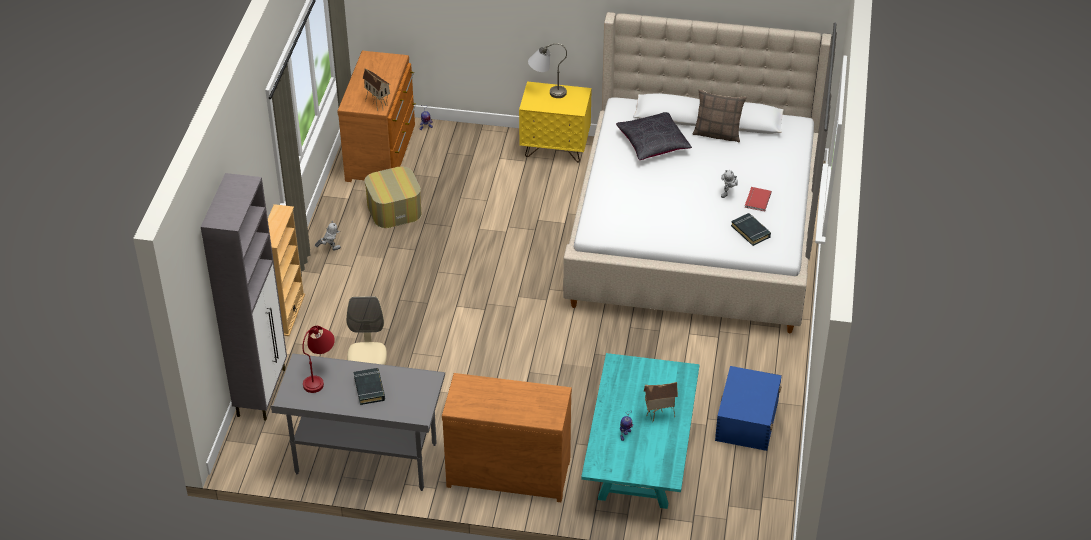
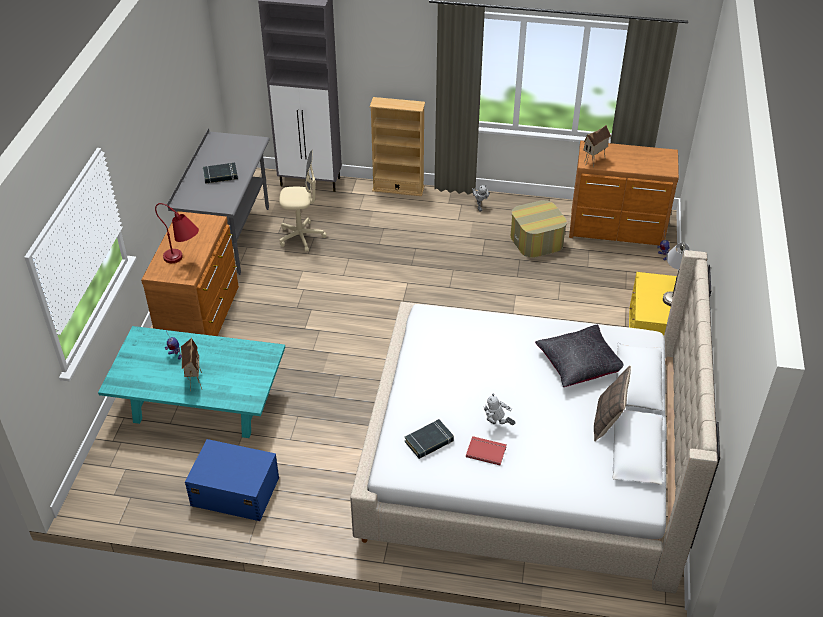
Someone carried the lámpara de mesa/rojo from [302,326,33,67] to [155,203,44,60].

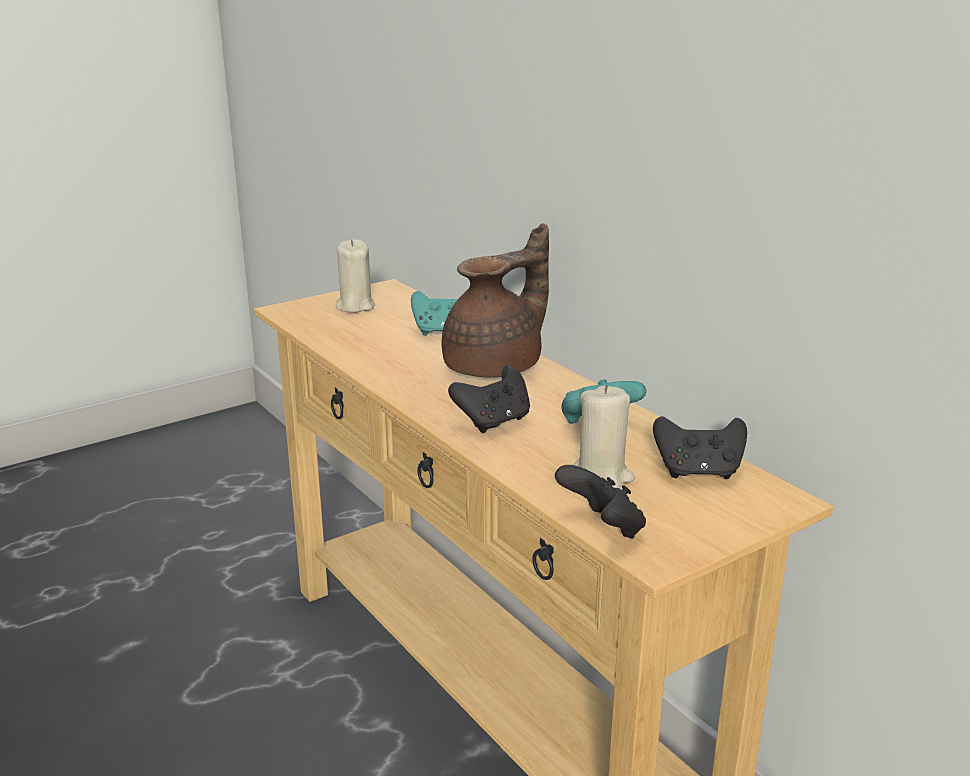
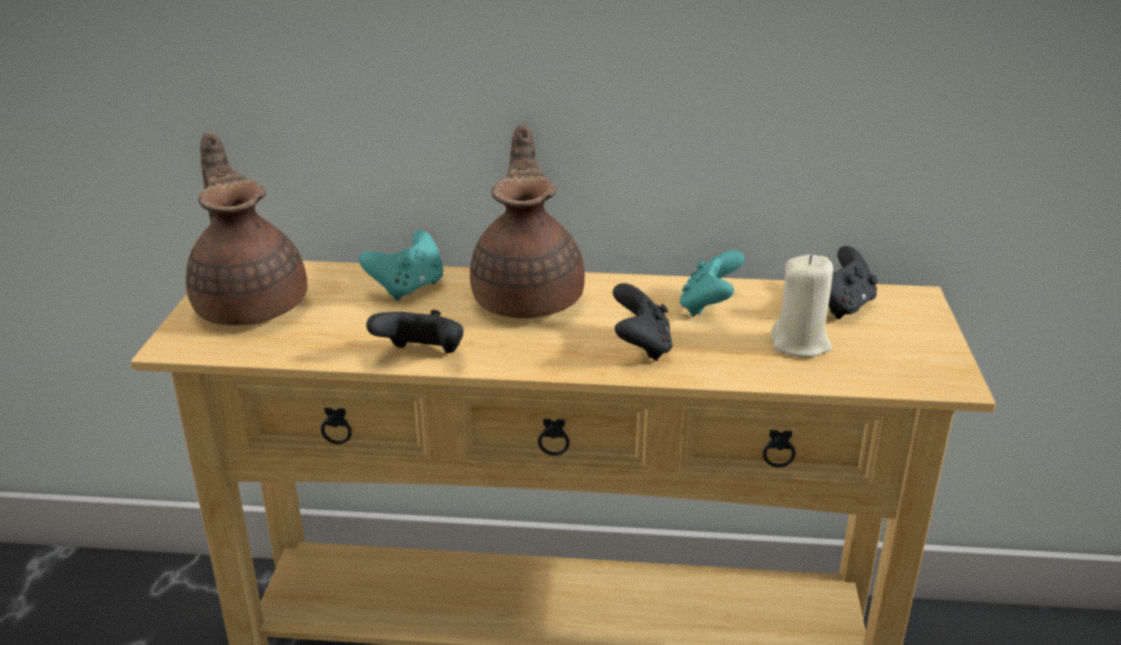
Someone carried the mando de consola/negro from [555,465,91,74] to [366,310,98,43].
Someone swapped the vela/beis at [336,239,39,74] for the tetera/marrón at [186,133,121,193].

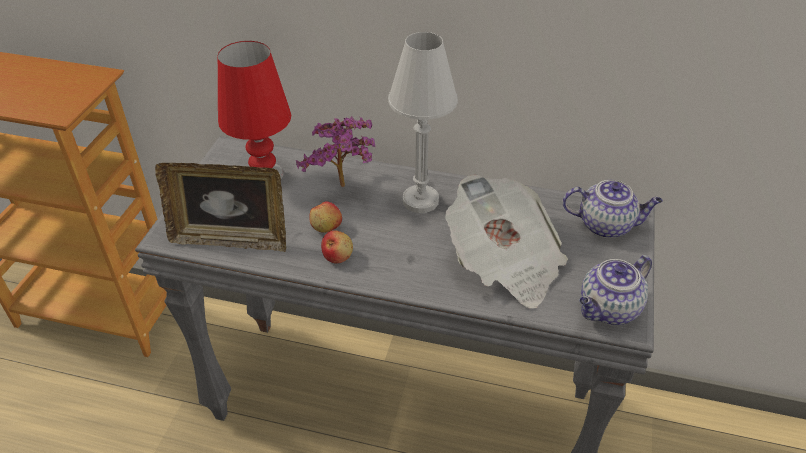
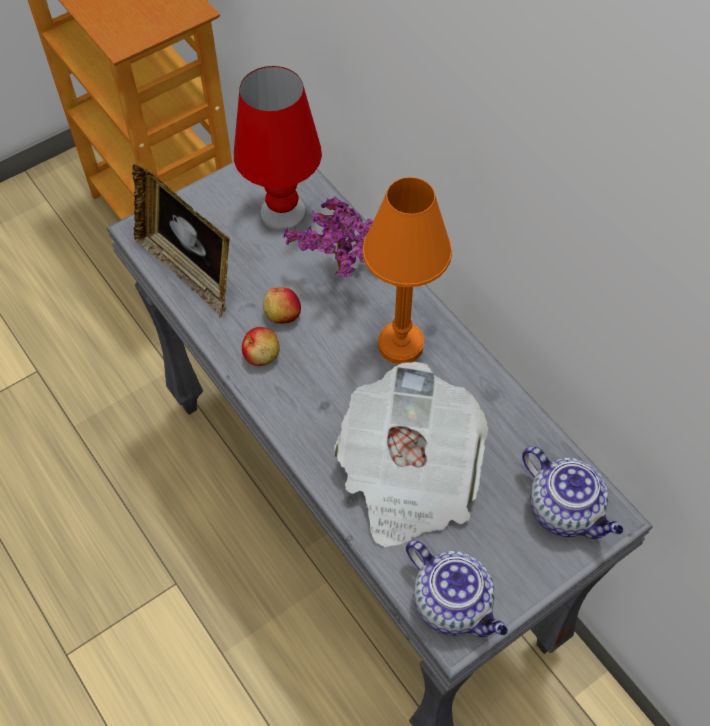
Someone repainted the lámpara de mesa/blanco at [388,32,70,181], which became the lámpara de mesa/naranja at [362,177,90,187].
Someone rotated the tetera at [580,255,72,70] by 135 degrees counterclockwise.

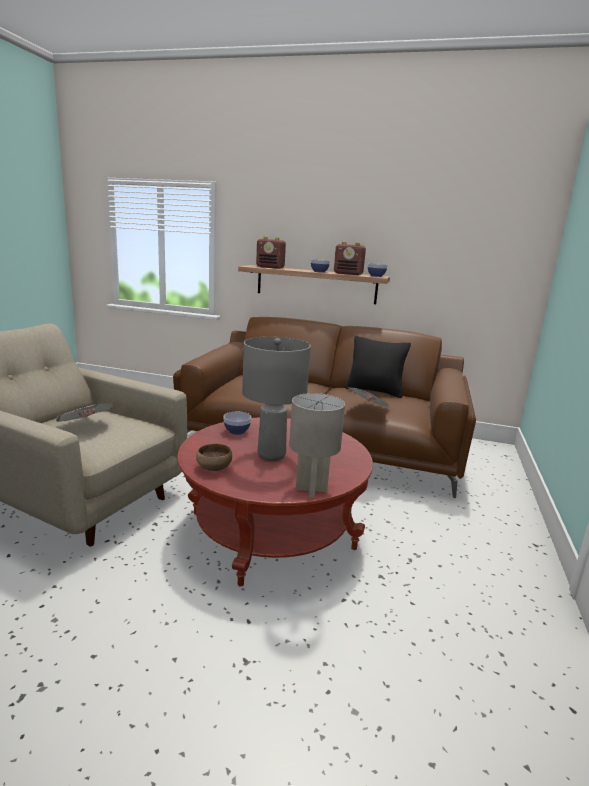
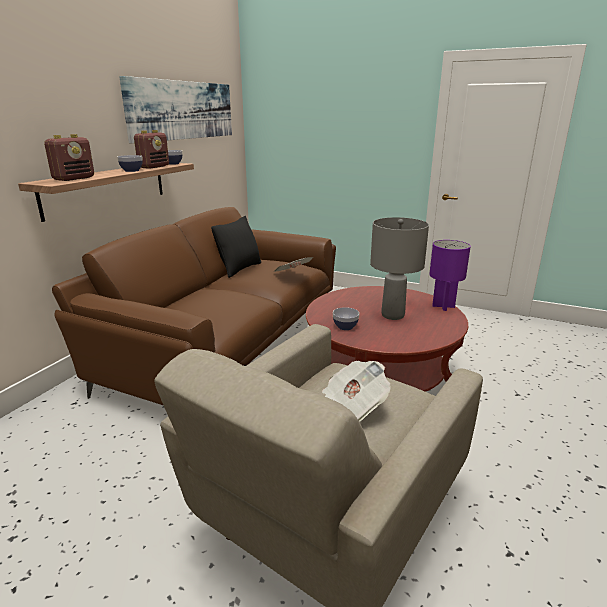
Someone took away the cuenco/marrón at [196,443,36,28].
Someone put up the cuadro at [119,76,113,67].
Someone repainted the lámpara de mesa/gris at [289,393,56,105], which became the lámpara de mesa/morado at [429,240,42,71].

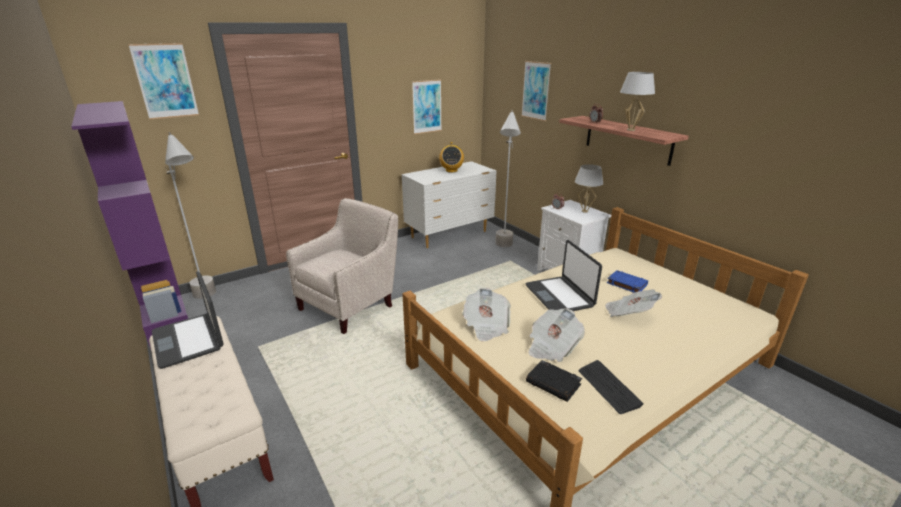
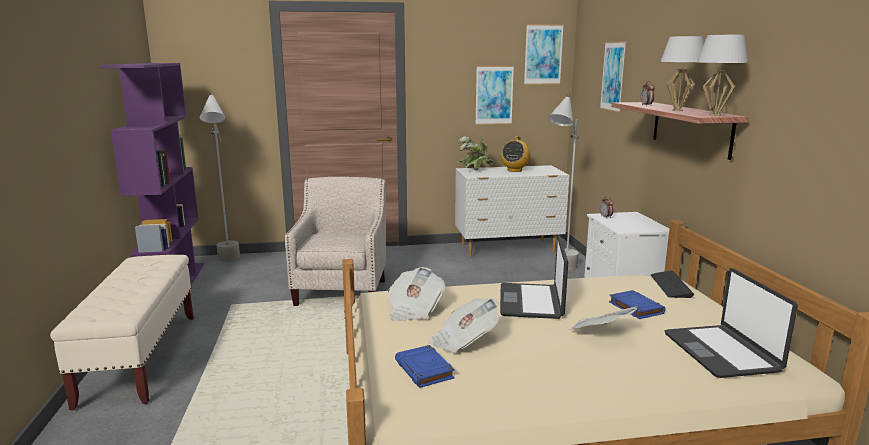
Someone put down the planta en maceta at [458,136,35,35].
Someone carried the cuadro from [128,43,71,76] to [524,24,40,61].
Someone carried the portátil from [152,272,72,97] to [665,268,133,110].
Someone carried the lámpara de mesa/blanco from [575,164,28,49] to [697,35,51,81].
Someone carried the teclado from [579,360,65,54] to [651,270,43,28].
Someone repainted the libro/negro at [526,360,56,42], which became the libro/azul at [395,345,60,43].
Someone rotated the sillón/beis at [286,198,112,136] by 60 degrees counterclockwise.

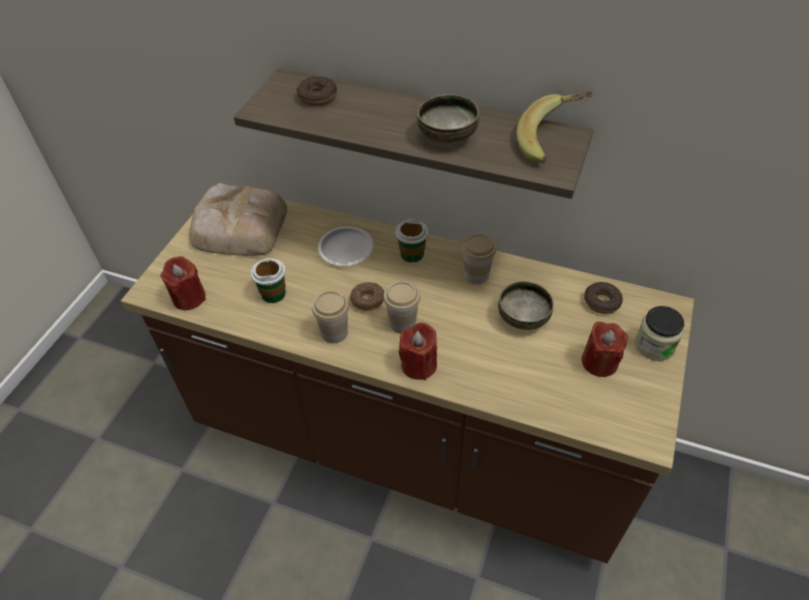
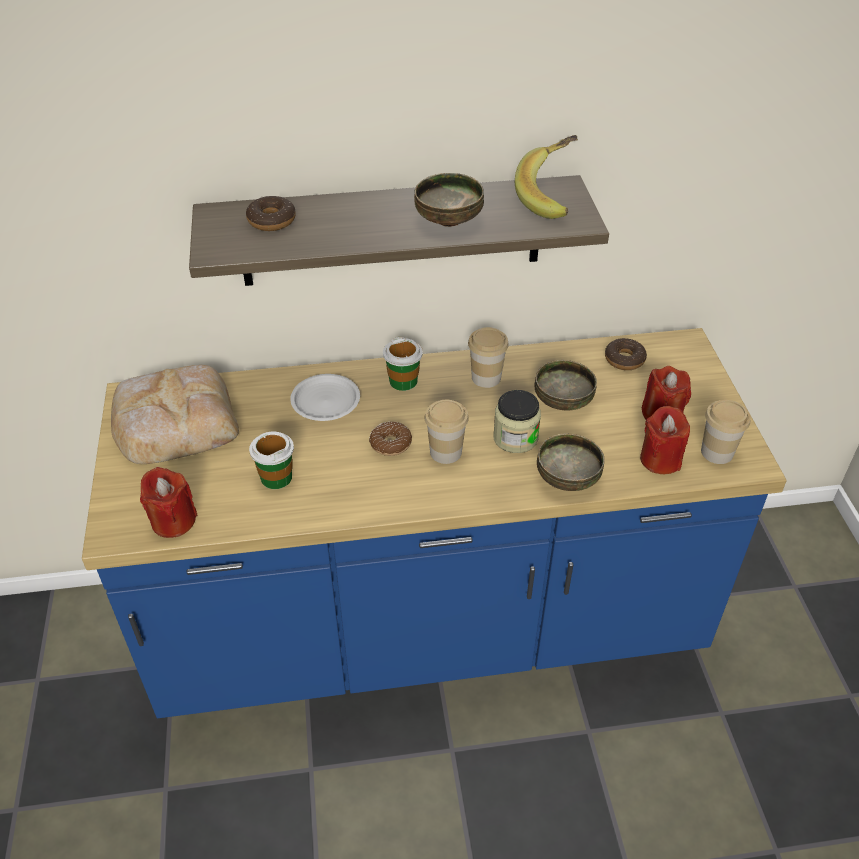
Someone put down the cuenco at [537,434,67,57].
Someone carried the taza from [312,291,37,52] to [701,400,50,64].
Someone carried the vela/rojo from [399,322,38,58] to [640,406,50,68].
Someone carried the tarro from [635,306,49,55] to [493,390,48,63].
Someone repainted the mueble bajo de cocina/marrón at [121,183,573,381], which became the mueble bajo de cocina/azul at [82,328,705,390].

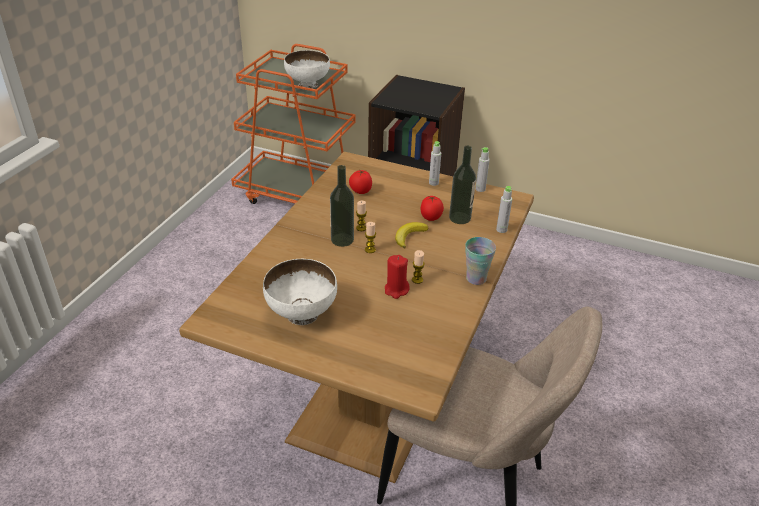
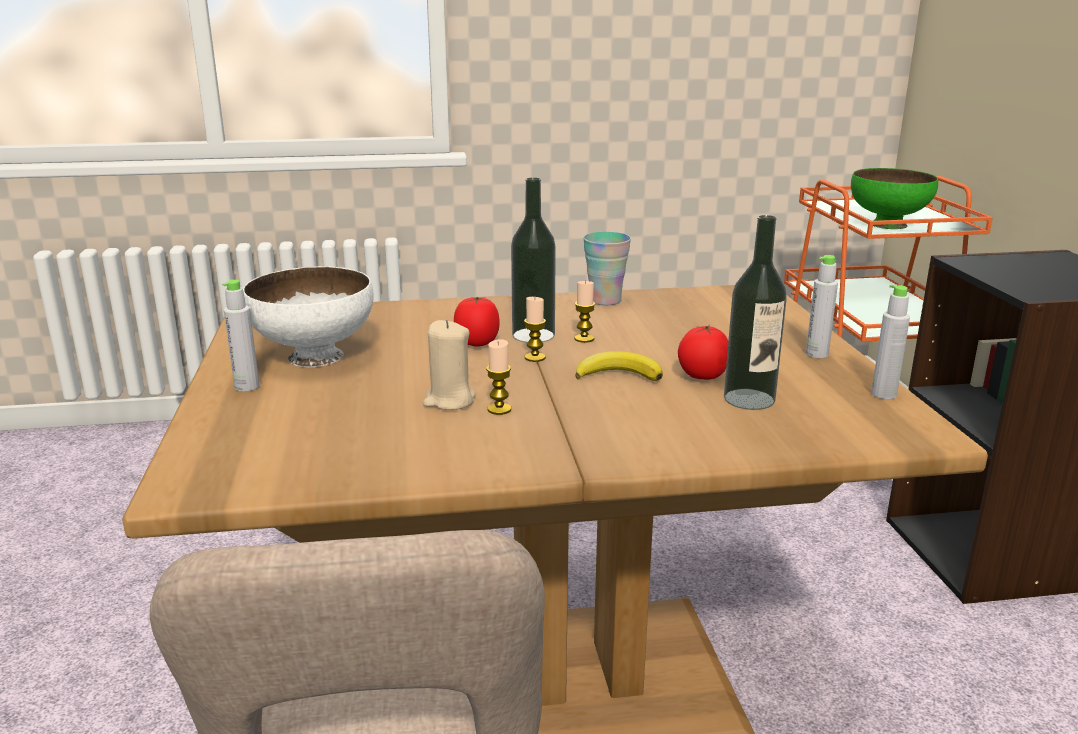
Someone carried the tomate from [349,169,23,25] to [454,297,46,50].
Someone carried the taza from [465,237,31,48] to [583,232,48,73].
Someone carried the botella/gris from [496,186,16,47] to [222,280,37,112].
Someone repainted the cuenco/blanco at [284,50,46,39], which became the cuenco/verde at [851,168,87,61].
Someone repainted the vela/rojo at [385,255,25,44], which became the vela/beis at [423,320,53,90].

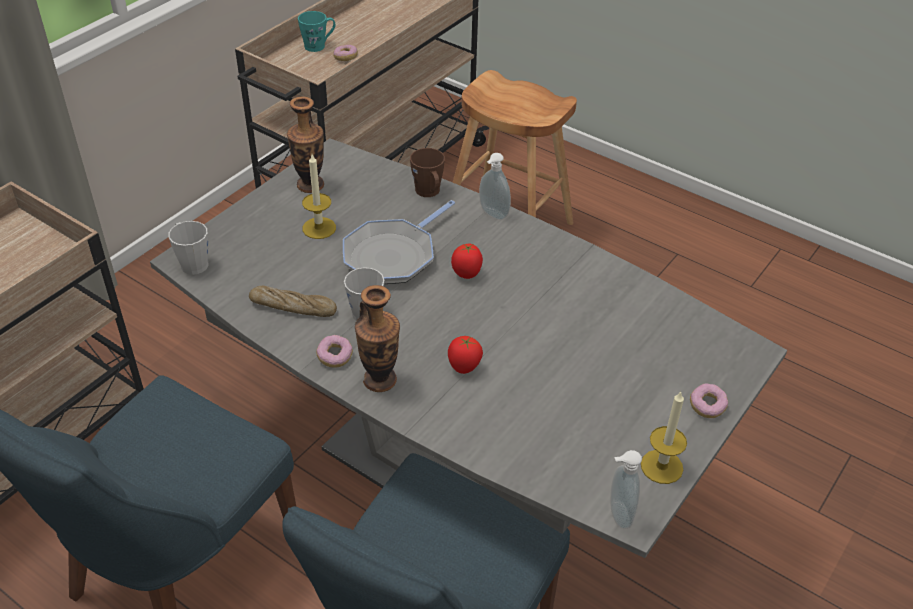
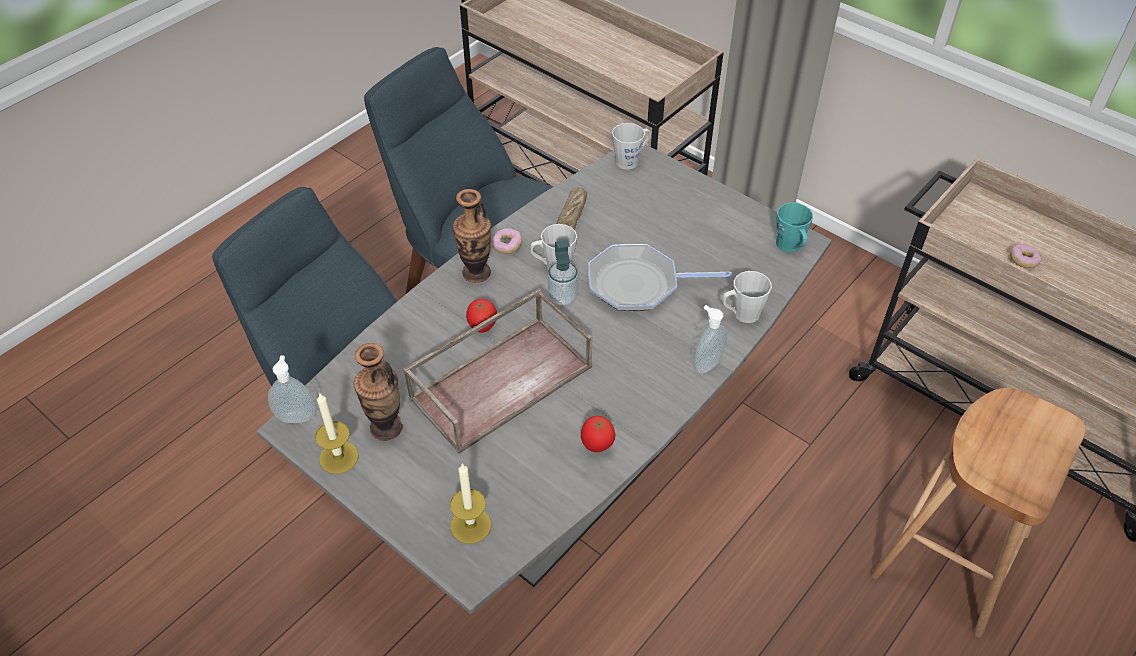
Someone took away the rosquilla at [690,384,38,34].
Someone put down the bandeja/marrón at [403,289,189,165].
Someone put down the dispensador de jabón at [548,240,30,66].
Someone carried the florero from [287,96,37,97] to [354,343,49,98].
Someone carried the taza grande/turquesa from [298,11,37,41] to [776,203,37,49].
Someone carried the vela from [302,154,34,85] to [450,463,41,81].
Someone carried the tomate from [451,244,32,35] to [581,416,34,36].
Someone repainted the taza grande/marrón at [410,148,35,49], which became the taza grande/gris at [722,271,50,52].
Someone rotated the sartén at [343,200,112,84] by 45 degrees counterclockwise.

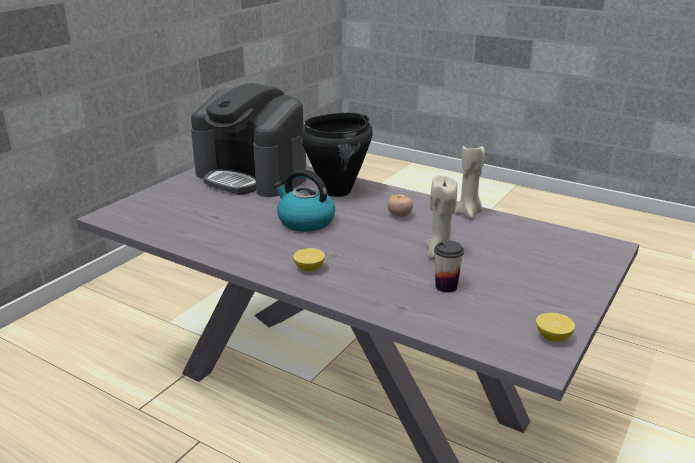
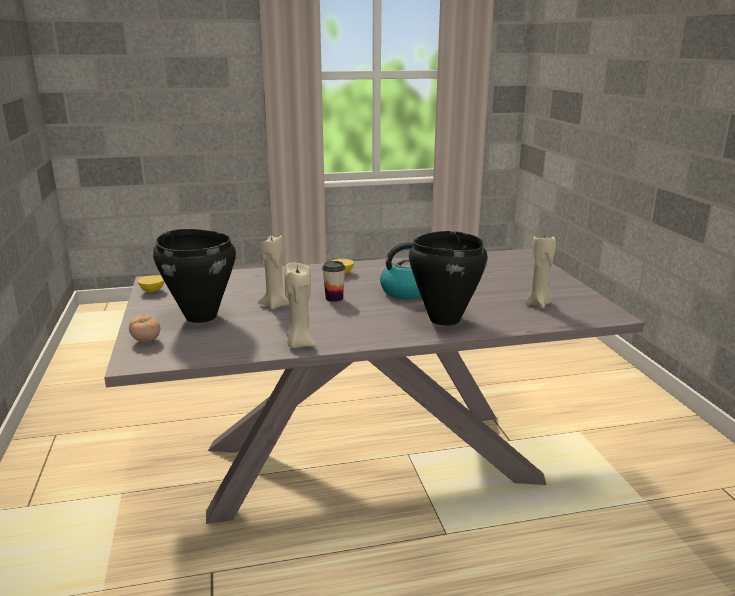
Someone put down the olla/negro at [153,229,83,94].
Someone carried the tomate from [387,194,26,23] to [129,315,31,27].
Someone carried the taza from [434,240,30,52] to [322,261,23,41].
Someone swapped the cafetera at [191,83,115,114] for the vela/beis at [525,236,31,73].

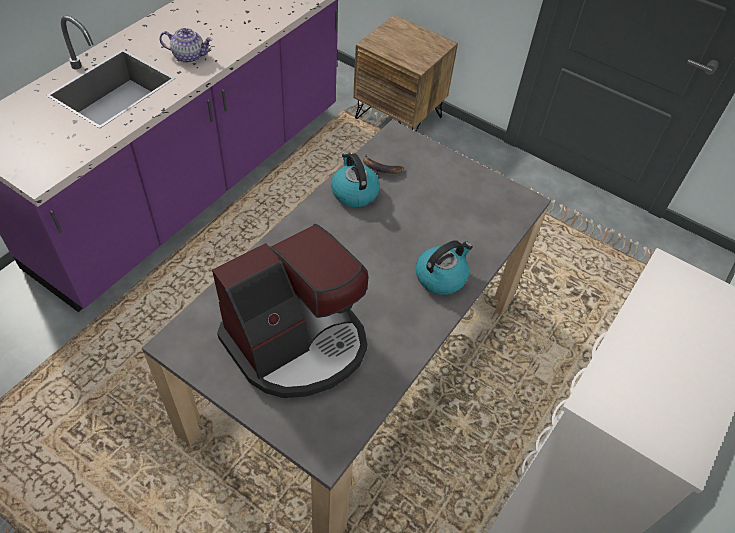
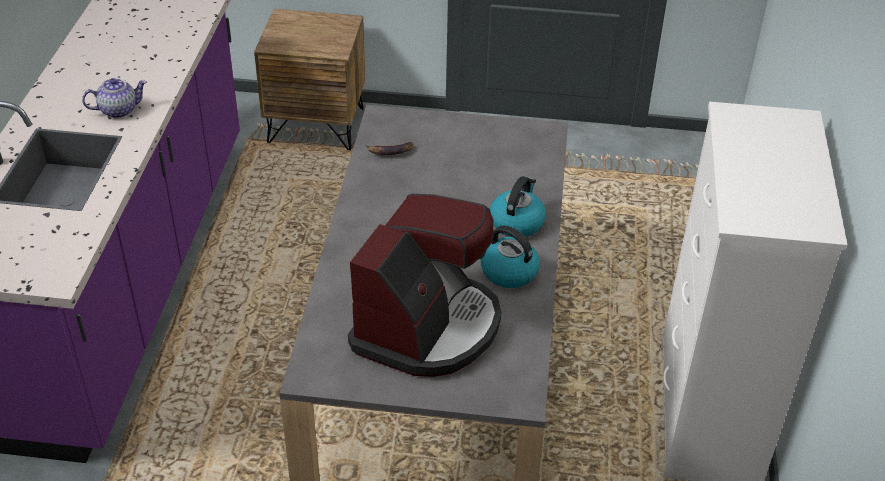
Someone carried the hervidor from [331,152,49,55] to [481,225,59,63].

